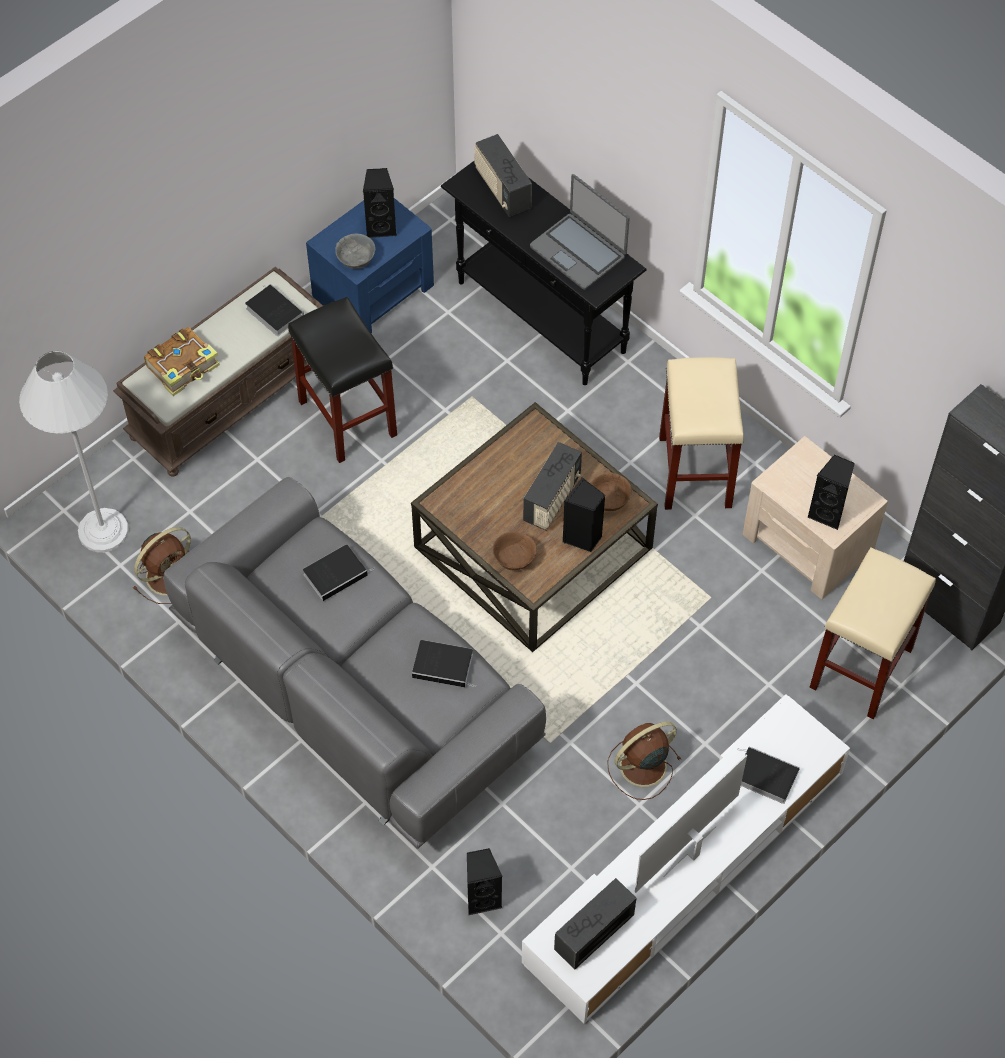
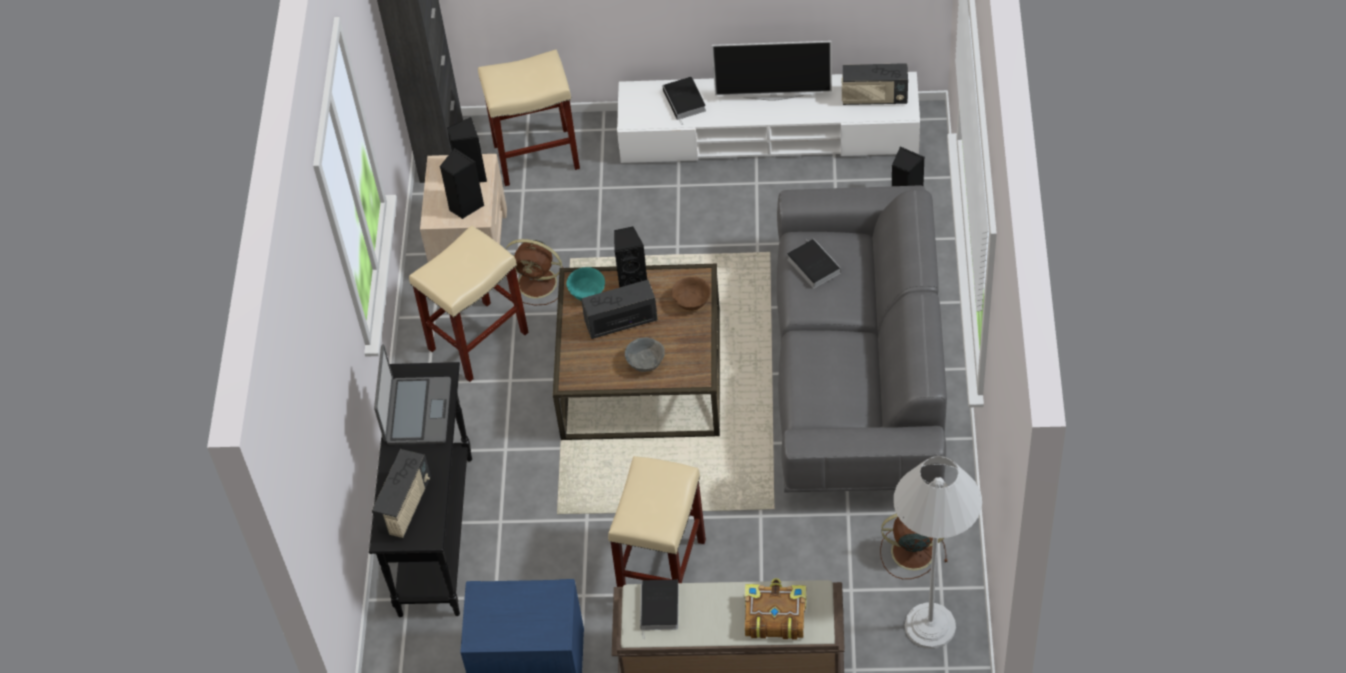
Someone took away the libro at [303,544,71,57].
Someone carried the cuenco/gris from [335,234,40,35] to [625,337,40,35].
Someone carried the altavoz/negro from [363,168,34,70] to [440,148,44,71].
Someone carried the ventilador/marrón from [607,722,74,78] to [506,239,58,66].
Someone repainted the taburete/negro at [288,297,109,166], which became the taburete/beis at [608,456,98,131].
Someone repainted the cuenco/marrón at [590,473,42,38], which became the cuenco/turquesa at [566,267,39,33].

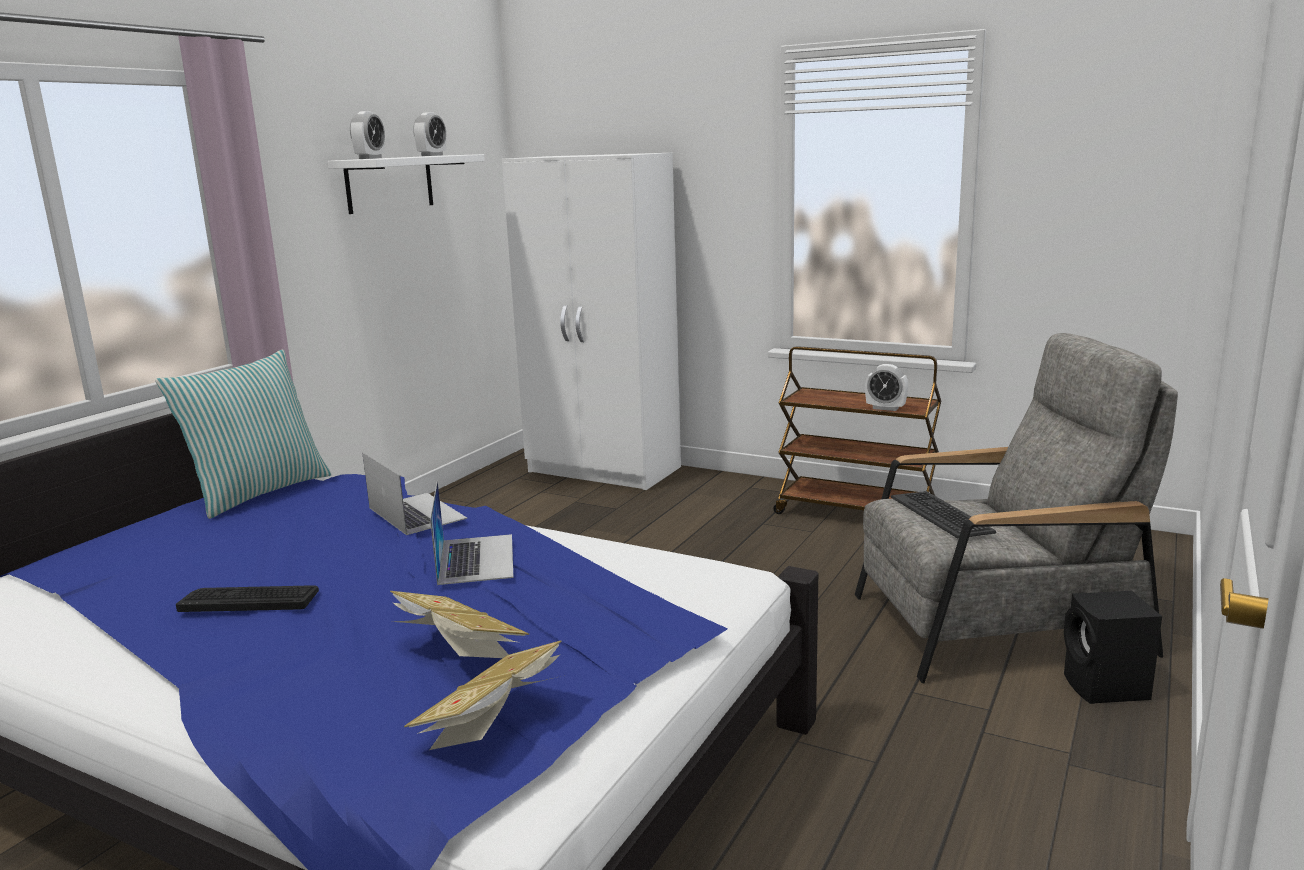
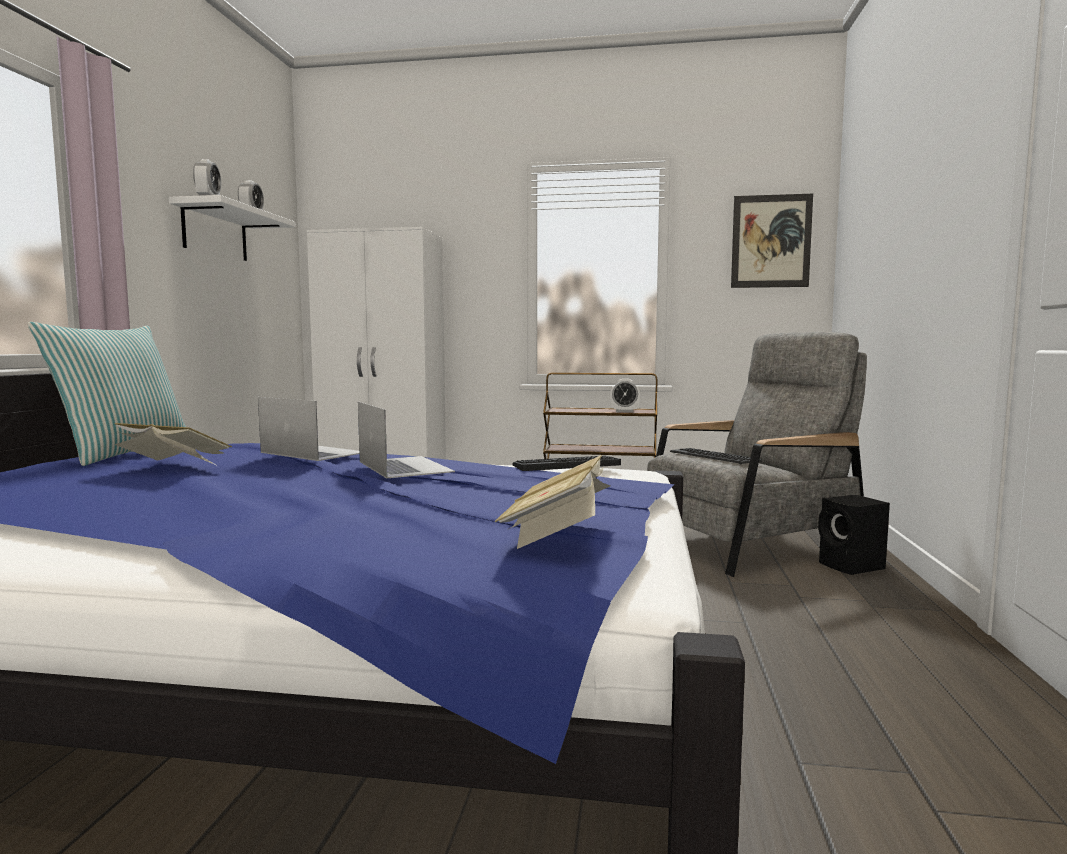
Someone put up the cuadro at [731,194,82,94].
Someone carried the teclado from [176,585,143,27] to [513,456,108,15].
Someone carried the libro from [390,591,139,67] to [114,423,118,42].

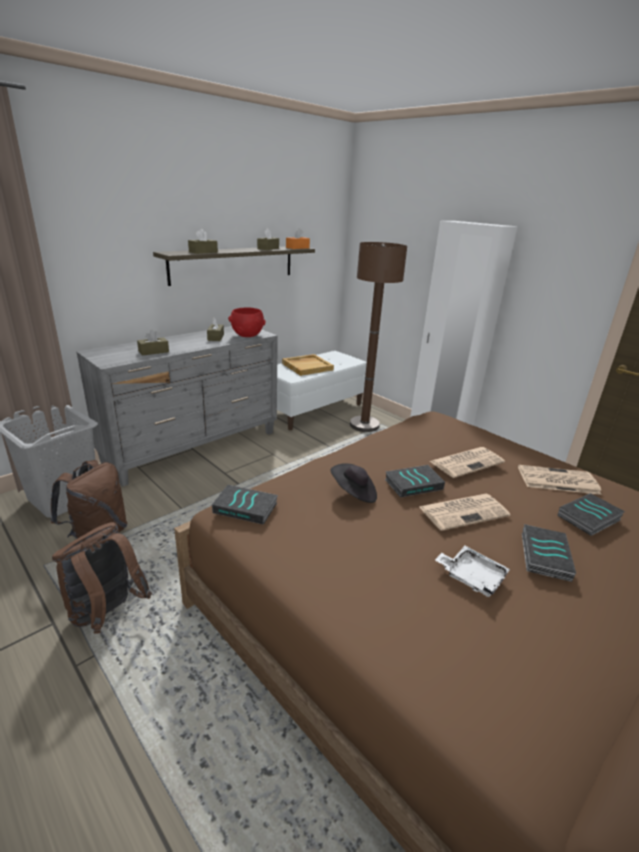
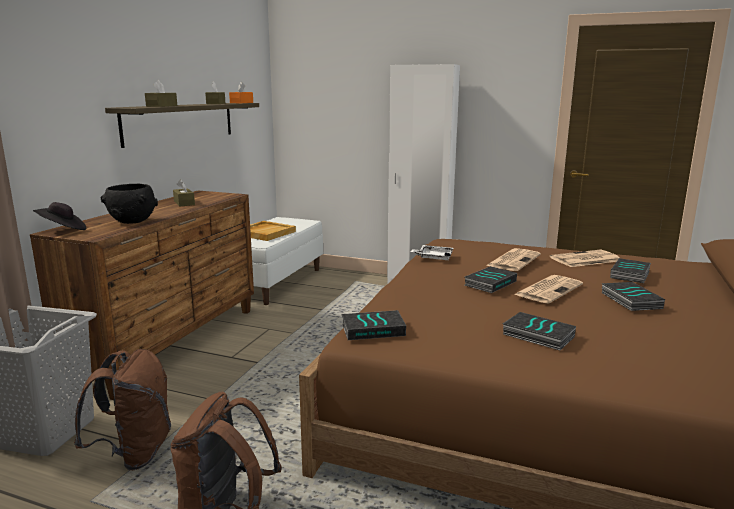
Someone took away the cuenco/rojo at [228,308,37,29].
Someone took away the lámpara de pie/marrón at [350,242,57,190].
Someone put down the libro at [502,312,74,39].
Someone carried the sombrero/negro from [330,463,47,40] to [33,202,53,28].
Someone carried the bandeja/blanco from [435,546,75,51] to [411,245,42,15].
Someone swapped the caja de pañuelos/marrón at [137,330,32,26] for the cuenco/negro at [101,184,57,40].
Someone repainted the cómoda/gris at [77,326,201,161], which became the cómoda/marrón at [30,191,224,209].

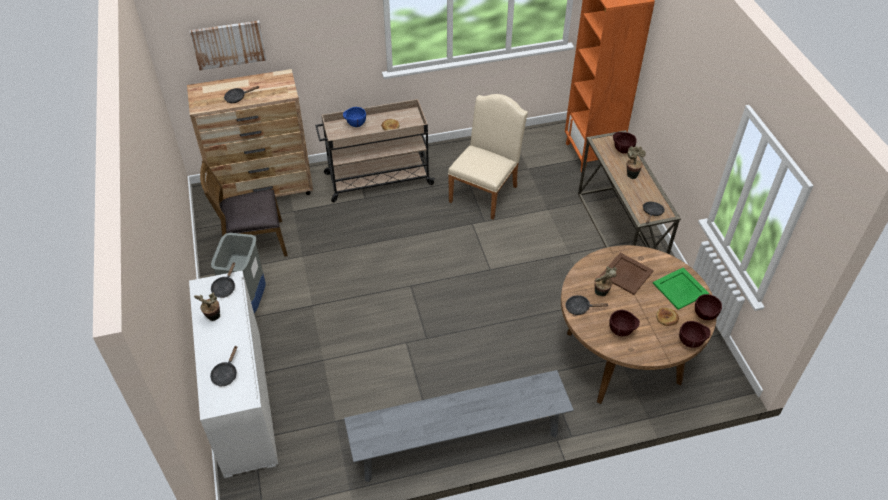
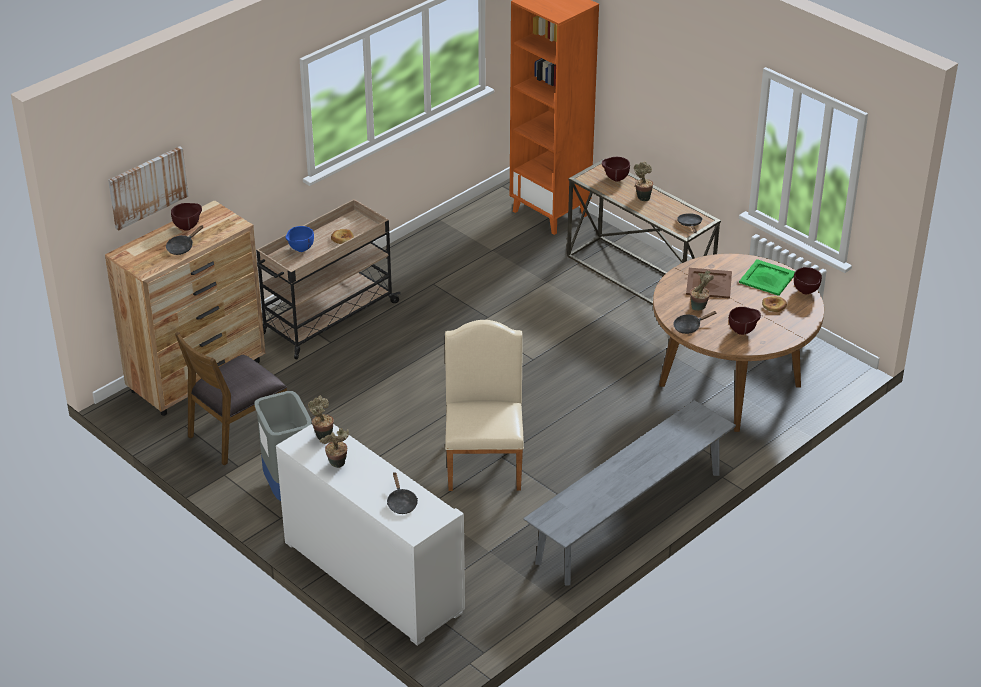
Someone carried the silla/beis from [448,94,80,125] to [445,320,79,171].
Someone carried the cuenco/marrón from [679,321,32,27] to [171,203,31,28].
Someone swapped the sartén/negro at [211,262,24,36] for the planta en maceta at [308,396,26,44].

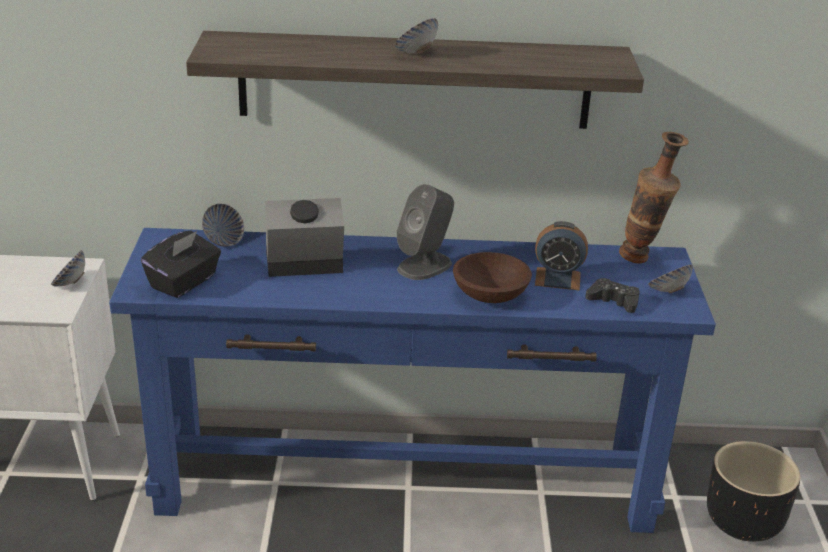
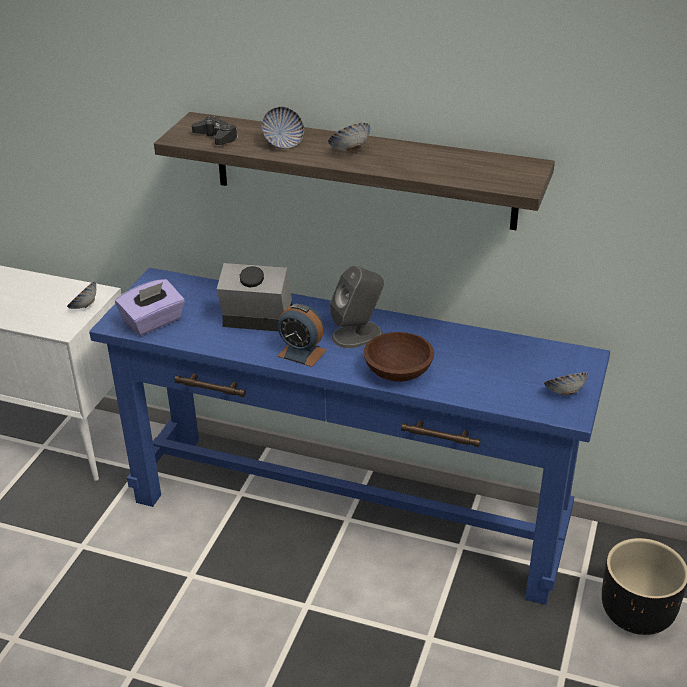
Someone took away the florero at [619,132,70,132].
Someone carried the cuenco from [202,204,42,43] to [262,107,42,42].
Someone carried the despertador from [535,221,53,69] to [277,304,50,63].
Someone carried the mando de consola/negro from [585,278,55,35] to [192,116,46,29].
Someone repainted the caja de pañuelos/negro at [141,230,80,68], which became the caja de pañuelos/morado at [115,279,70,57].

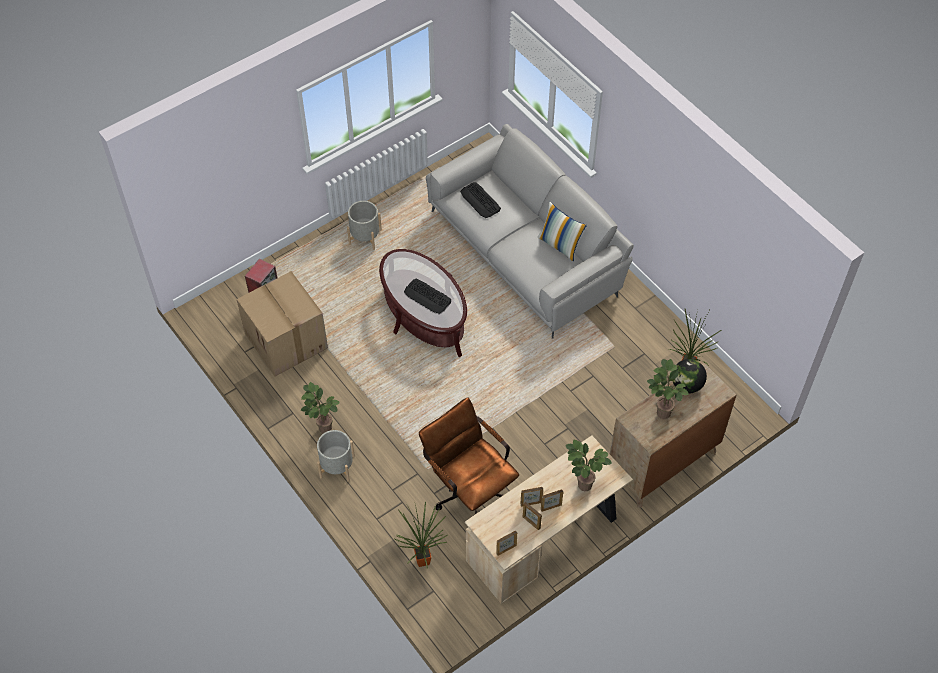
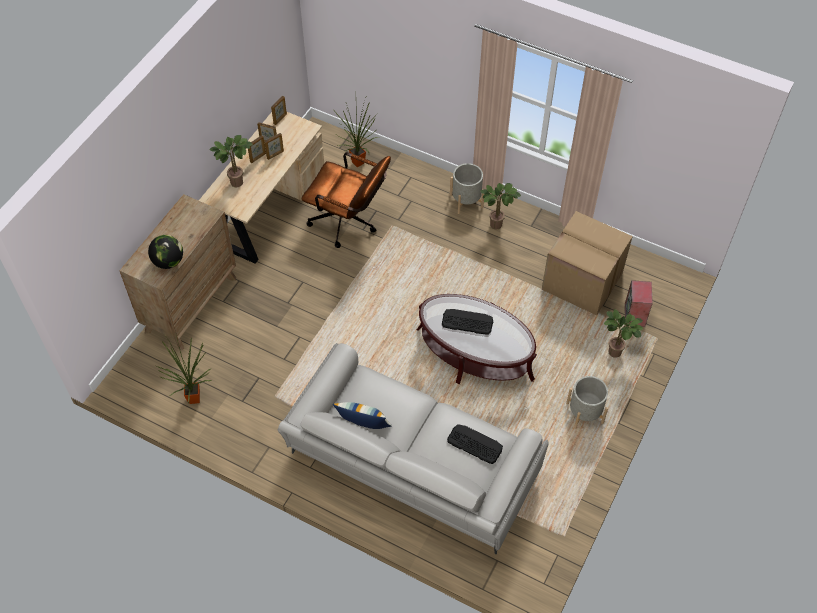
Someone carried the planta en maceta from [647,359,41,60] to [604,309,39,49].

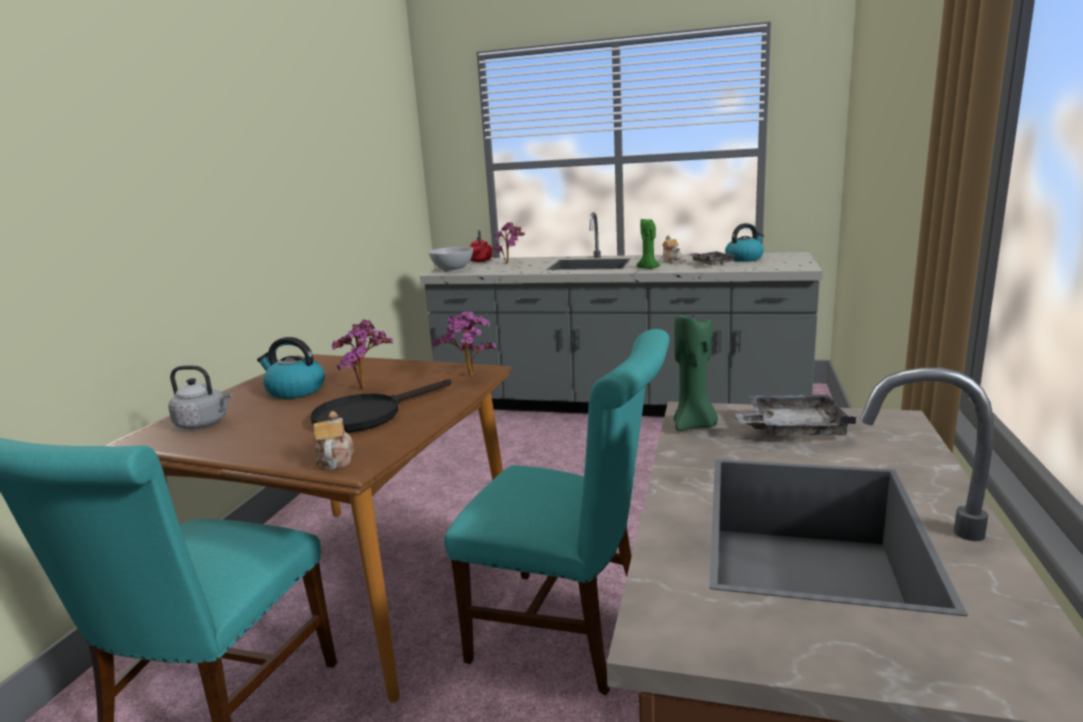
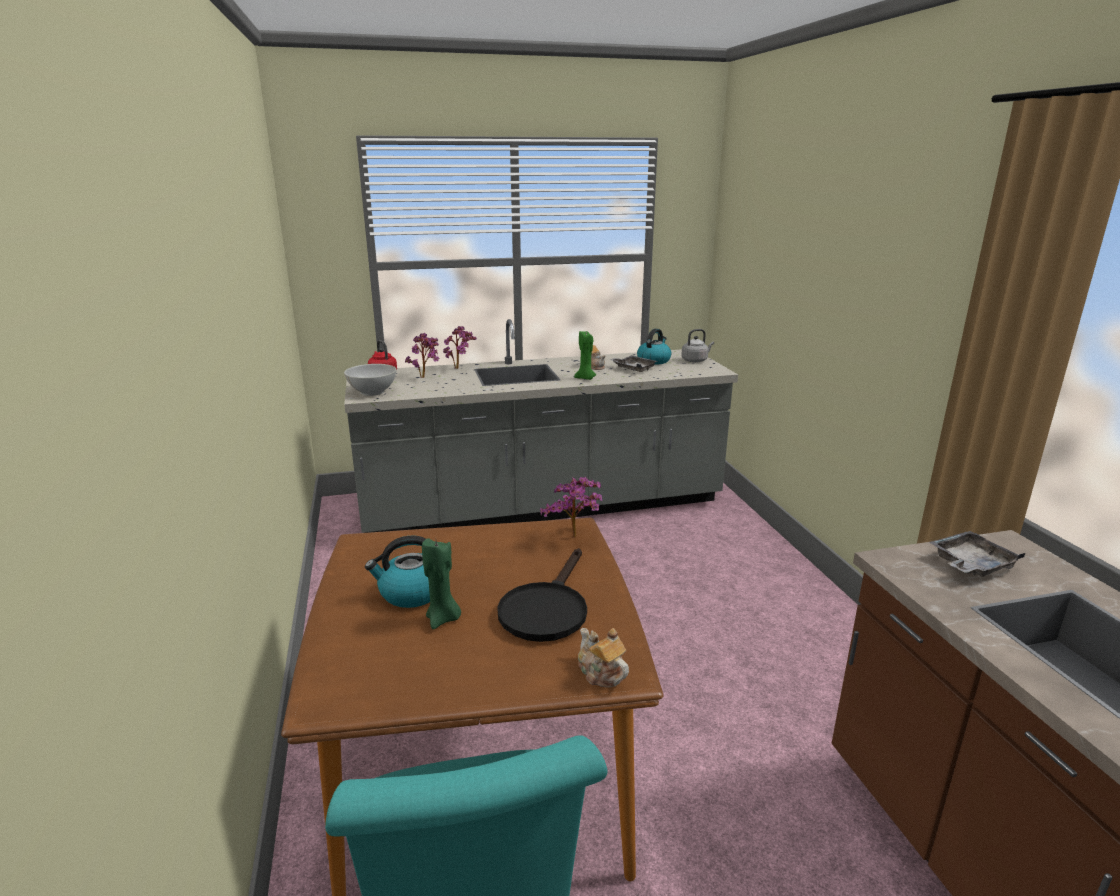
Someone took away the silla/turquesa at [444,329,226,366].
Someone carried the hervidor/gris from [168,365,64,64] to [681,329,33,33].
Someone carried the planta en maceta from [332,320,61,69] to [443,326,34,43].
Someone carried the vela/verde from [674,311,44,120] to [422,538,39,91].

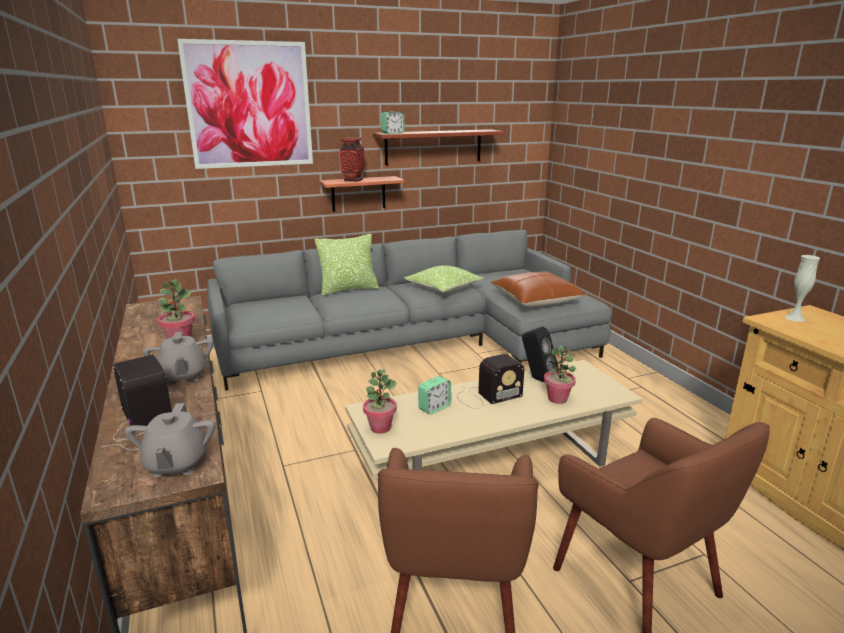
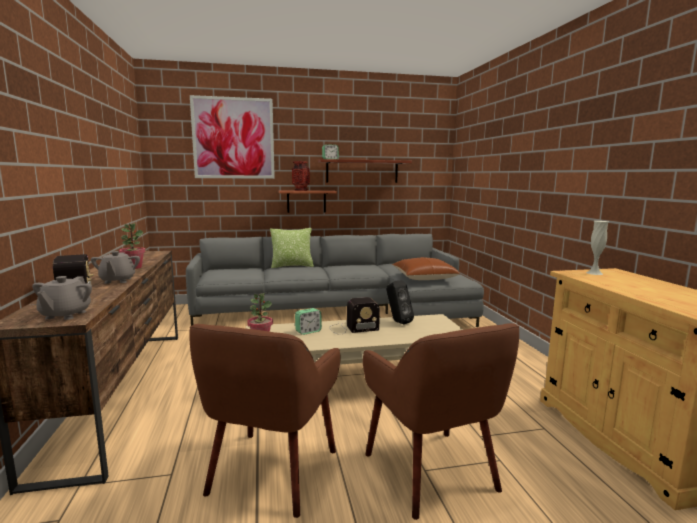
Someone took away the cojín at [404,265,80,27].
Someone took away the planta en maceta at [544,346,32,58].

